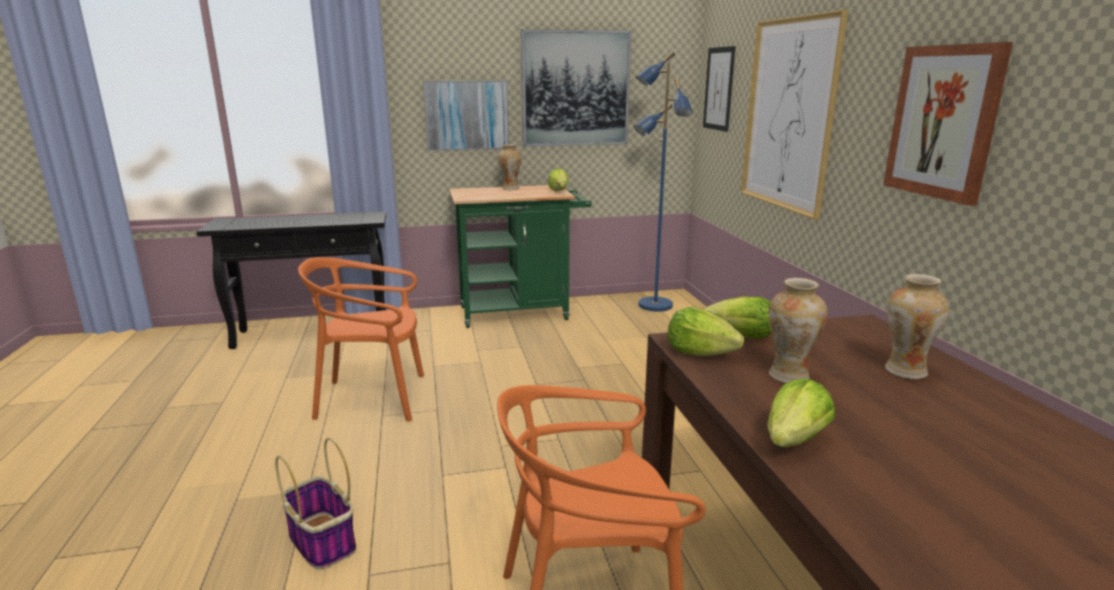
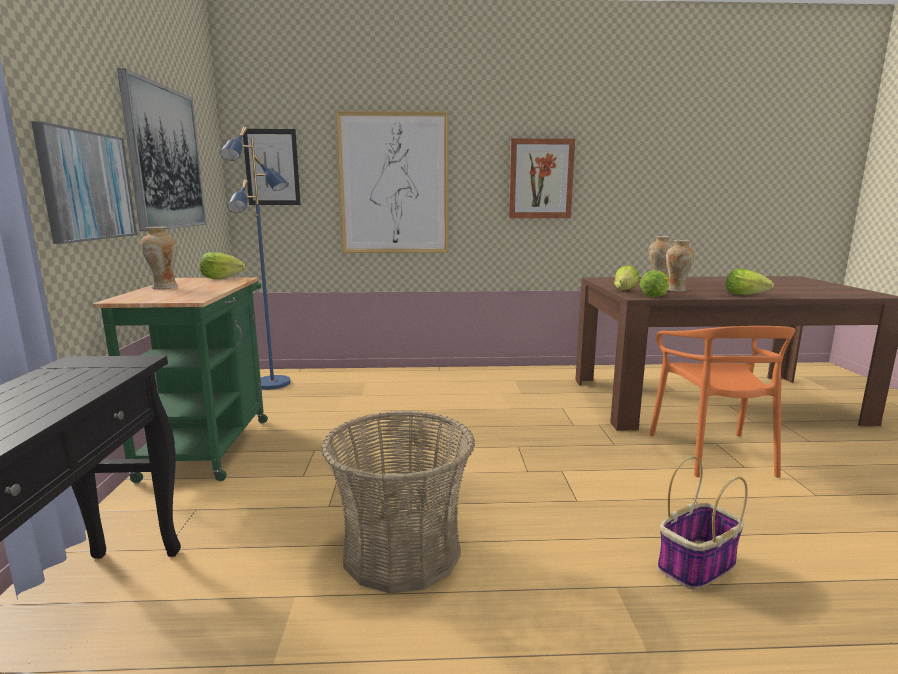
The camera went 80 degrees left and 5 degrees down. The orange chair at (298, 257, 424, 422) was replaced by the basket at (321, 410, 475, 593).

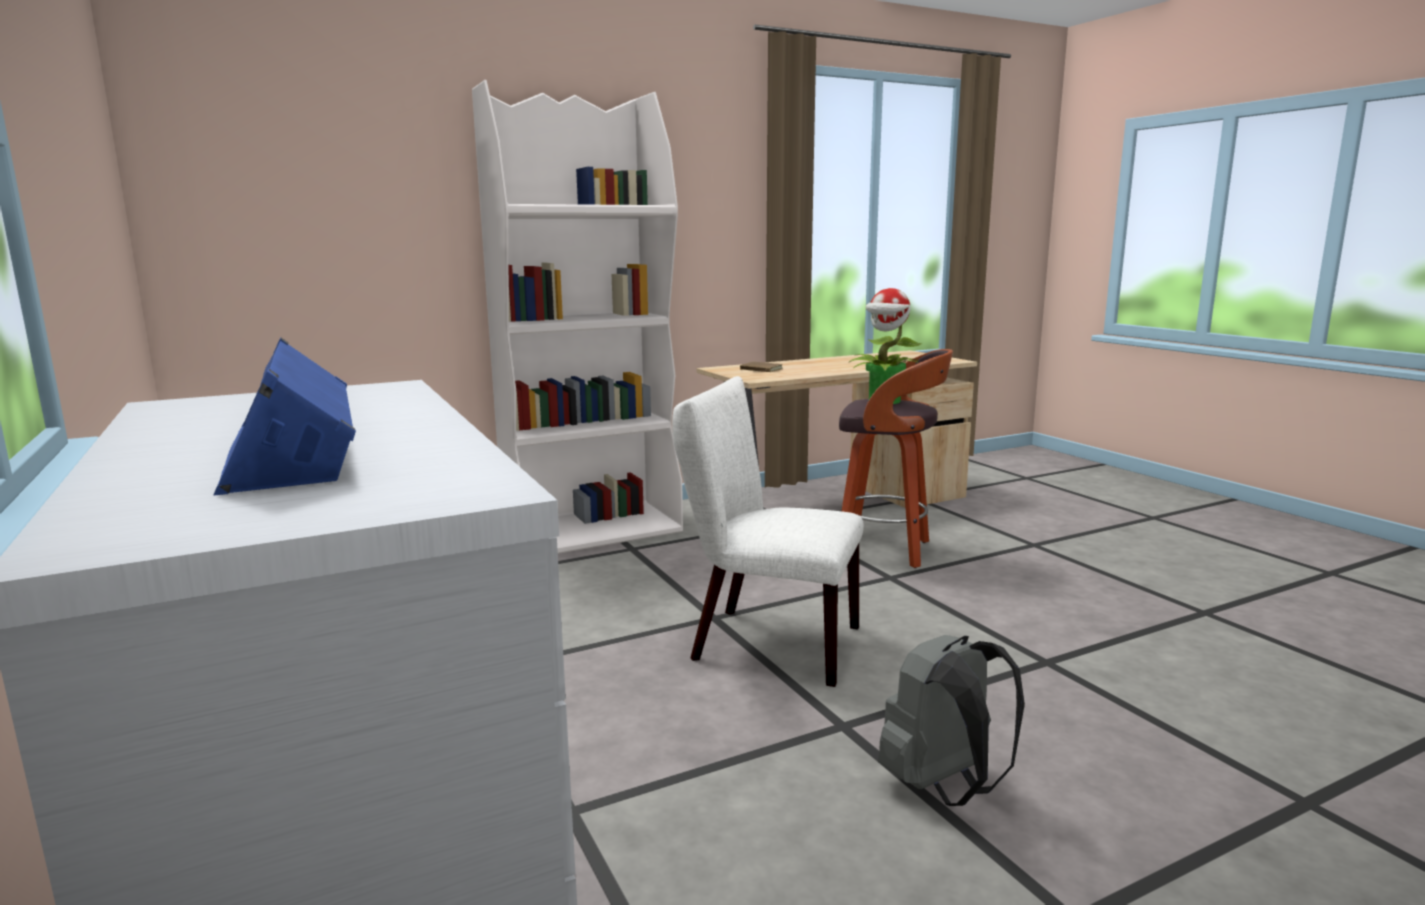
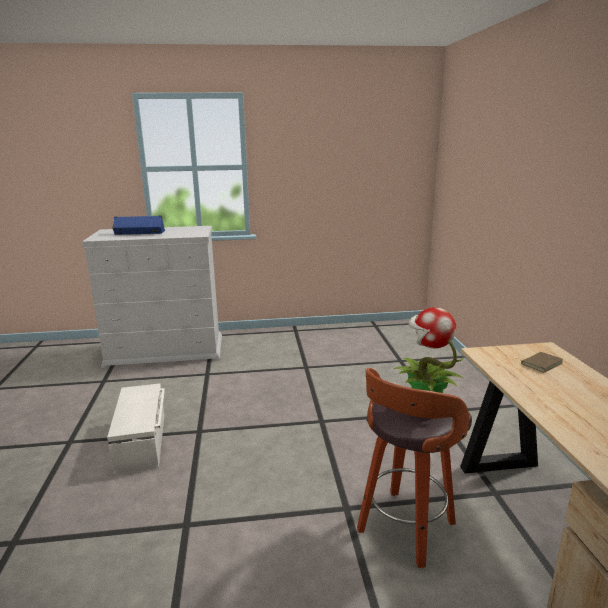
The camera went 110 degrees right and 5 degrees up. The white bookcase at (472, 80, 683, 554) disappeared. The white chair at (672, 376, 864, 687) disappeared. The grey backpack at (878, 635, 1025, 806) was replaced by the white storage box at (107, 384, 165, 474).

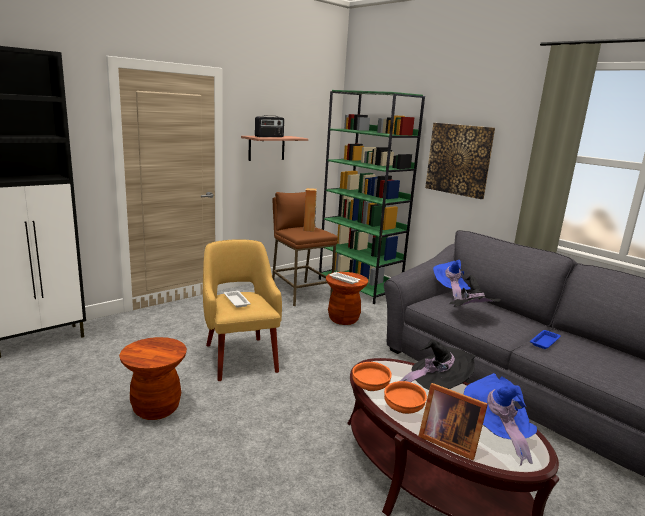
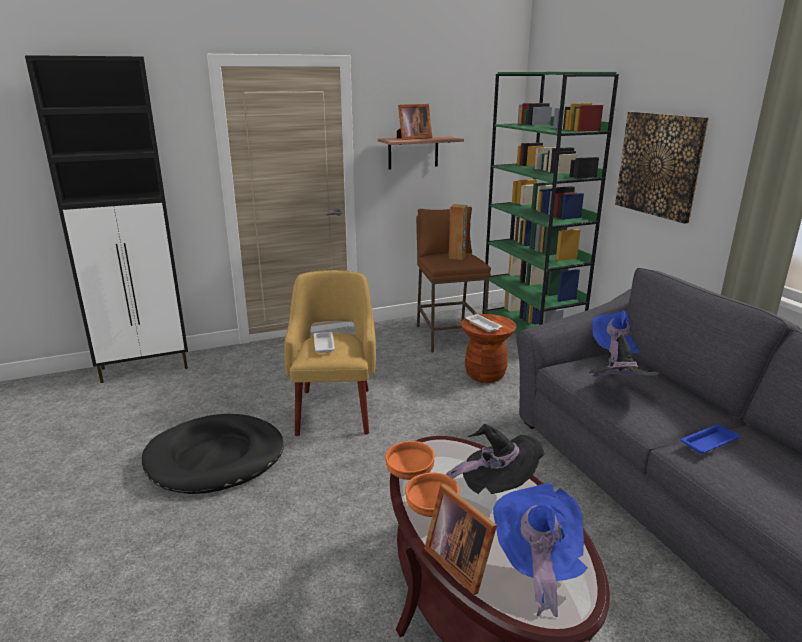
The camera went 20 degrees right and 5 degrees up. The brown stool at (119, 337, 187, 420) was replaced by the black dog bed at (142, 414, 284, 494). The radio at (255, 115, 284, 137) was replaced by the picture frame at (397, 104, 432, 140).

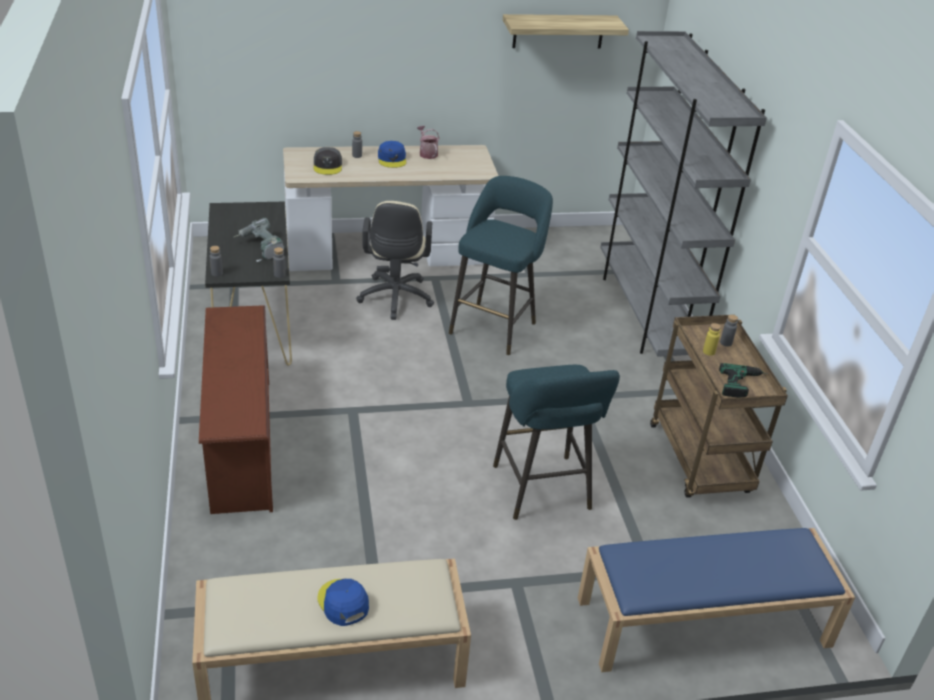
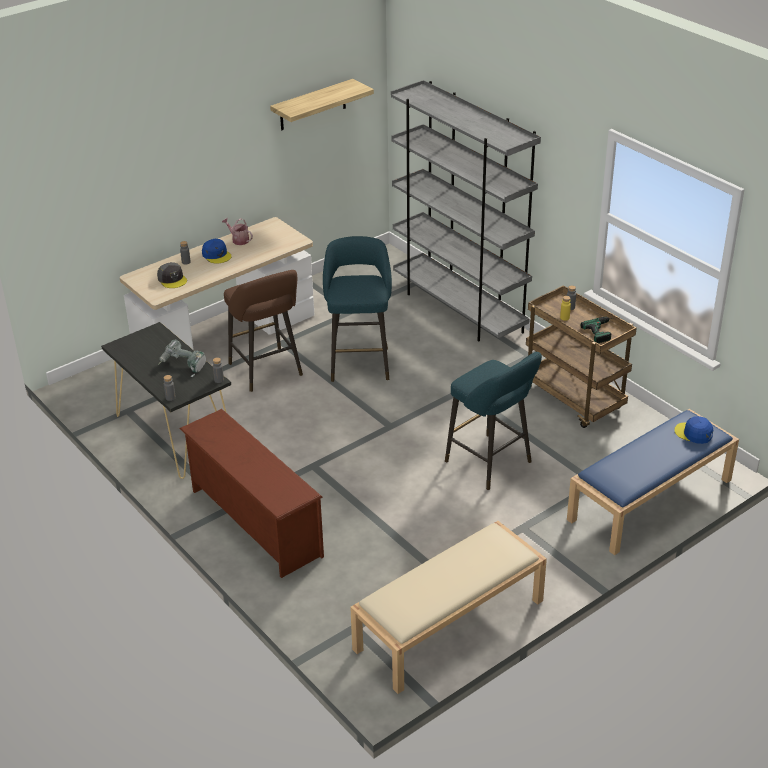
The camera went 25 degrees left and 0 degrees up. The blue cap moved from (317, 579, 369, 626) to (674, 416, 714, 444). The beige office chair at (356, 201, 434, 320) was replaced by the brown stool at (224, 270, 303, 392).

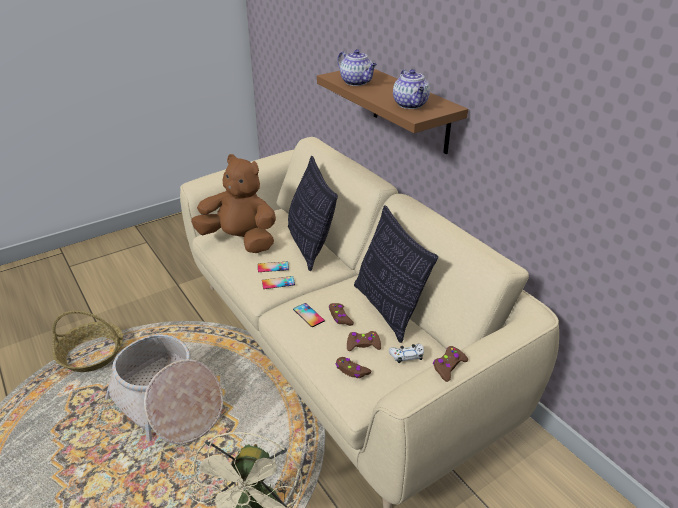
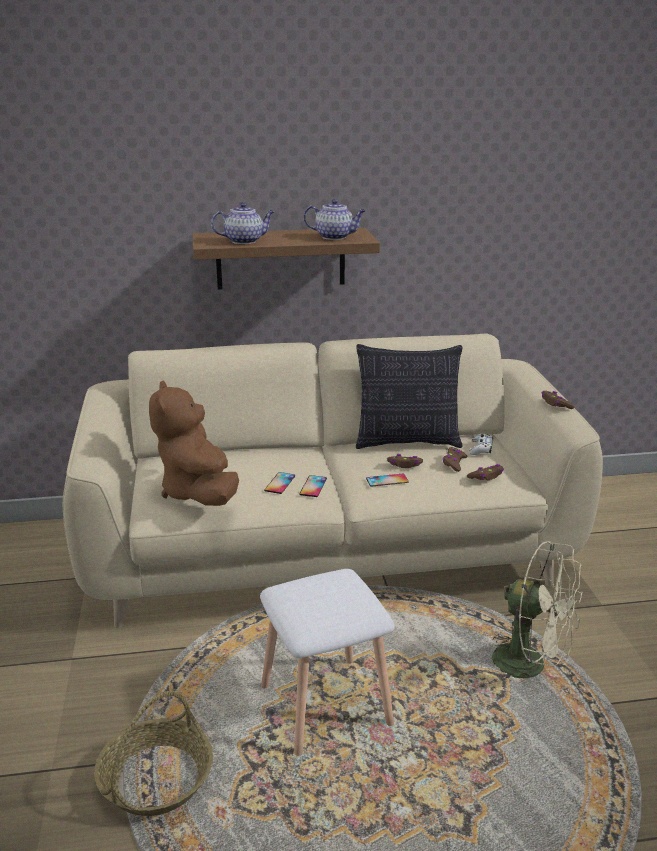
The camera went 65 degrees left and 10 degrees down. The basket at (105, 334, 223, 444) was replaced by the white stool at (260, 569, 395, 756). The brown plush toy at (191, 154, 276, 253) turned 60 degrees counterclockwise. The pillow at (288, 156, 338, 271) disappeared.

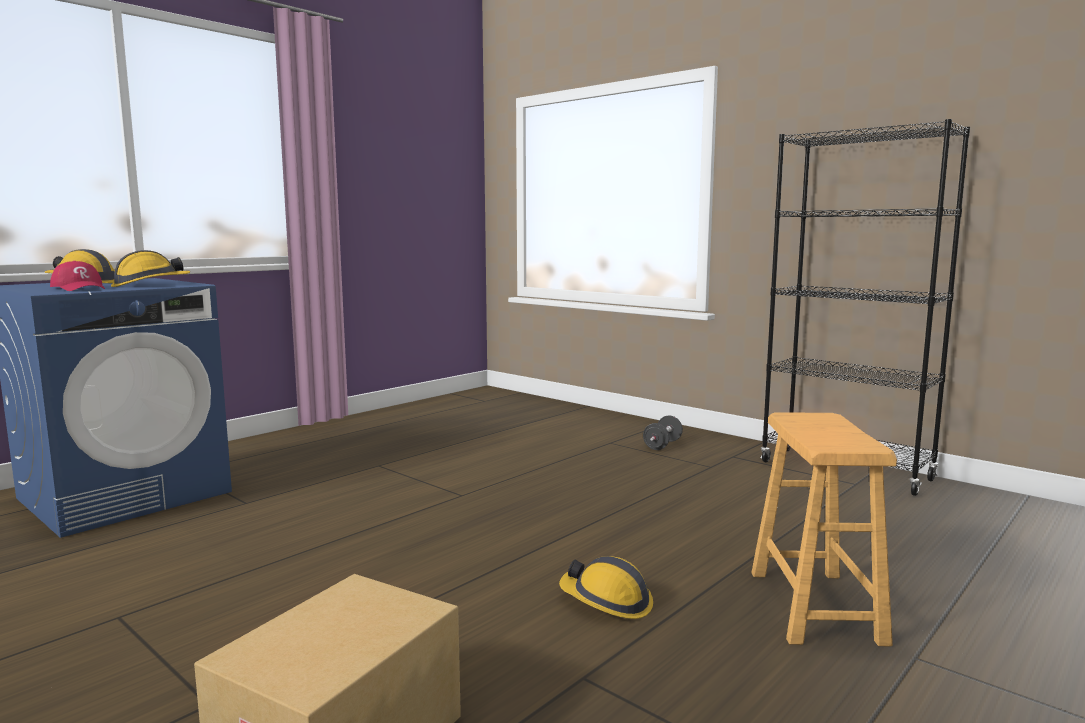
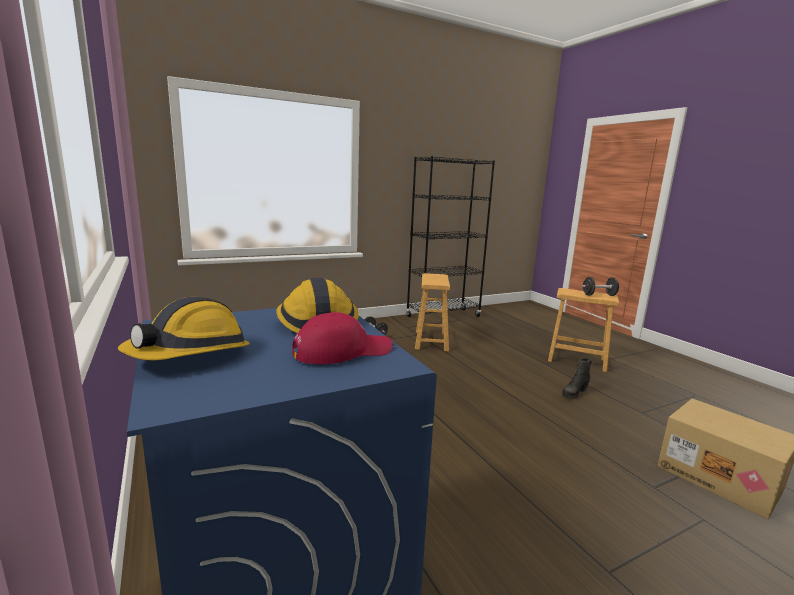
The camera went 70 degrees left and 5 degrees up. The hard hat at (559, 556, 653, 619) was replaced by the black boot at (562, 358, 592, 398). The brown stool at (415, 273, 450, 351) appeared. The black dumbbell at (581, 277, 620, 296) appeared.

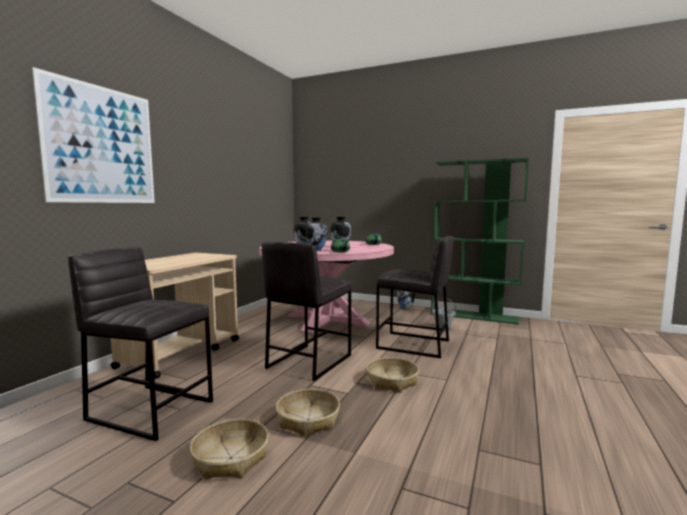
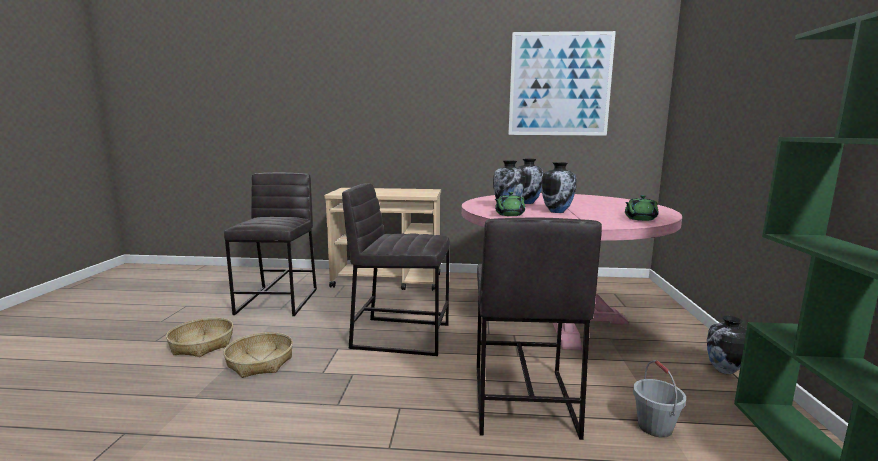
The camera went 70 degrees right and 5 degrees up. The picture moved from (32, 67, 155, 203) to (508, 31, 616, 136). The basket at (366, 357, 419, 392) disappeared.

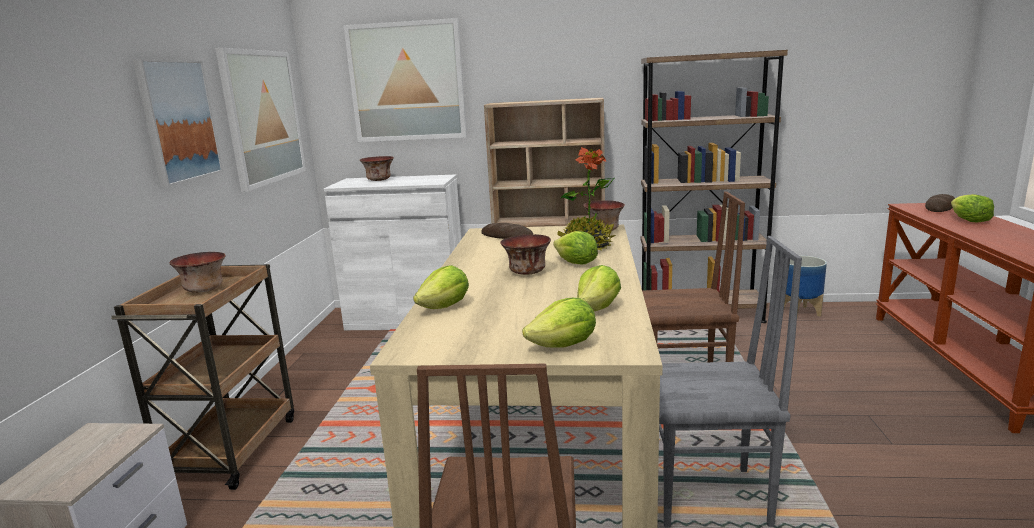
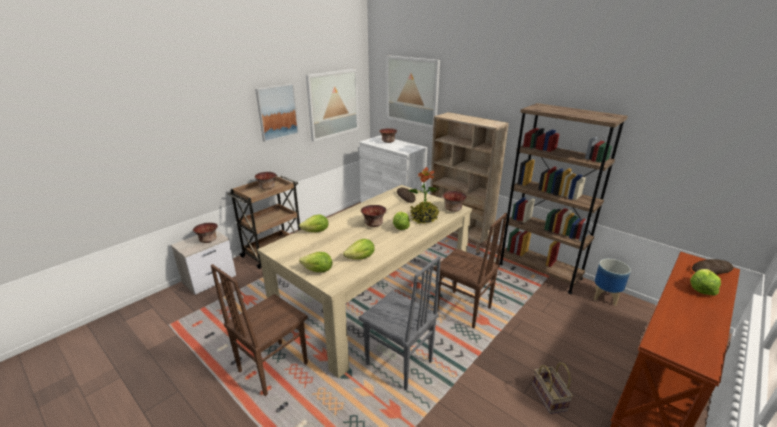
The camera went 35 degrees right and 10 degrees up. The bowl at (193, 223, 218, 243) appeared. The basket at (532, 362, 573, 414) appeared.

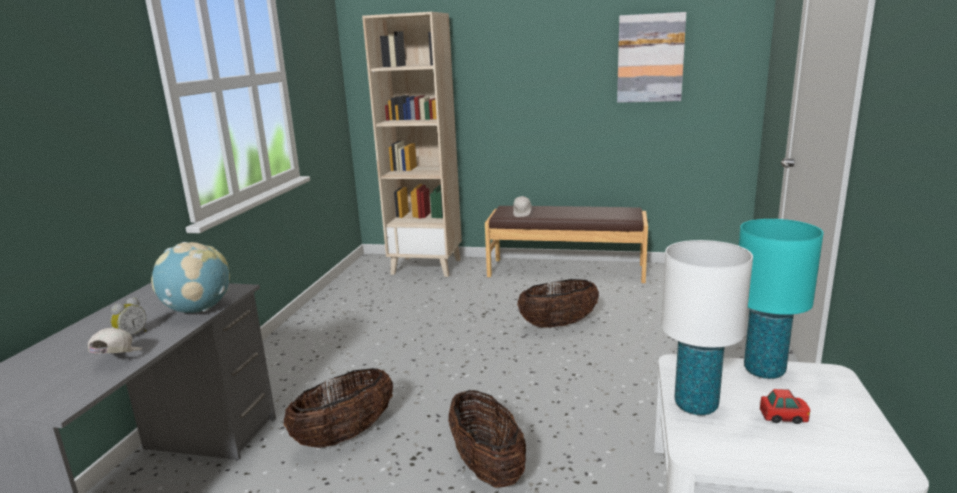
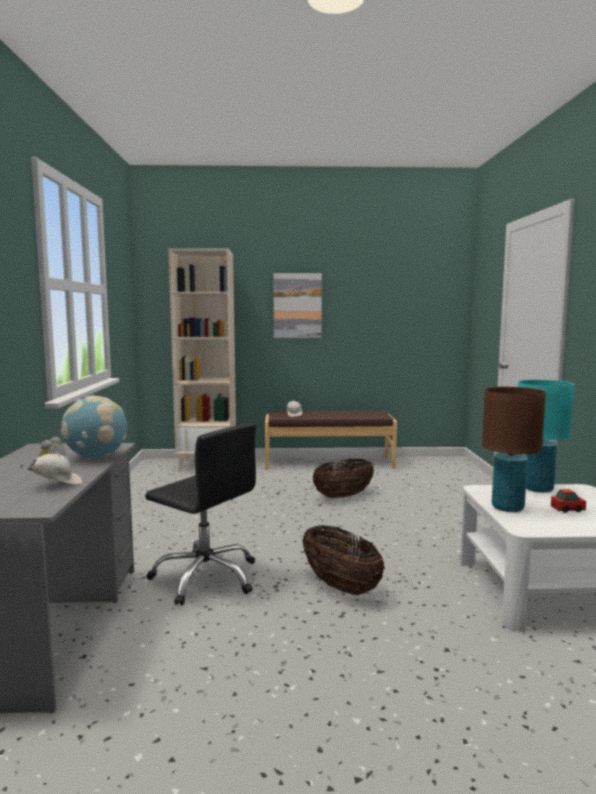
The camera went 15 degrees left and 10 degrees down. The white cap at (88, 327, 142, 354) turned 75 degrees clockwise. The basket at (283, 368, 393, 448) was replaced by the black office chair at (145, 422, 256, 605). The picture moved from (617, 12, 686, 103) to (273, 273, 322, 338). The white table lamp at (662, 240, 753, 415) became the brown table lamp at (482, 387, 546, 512).

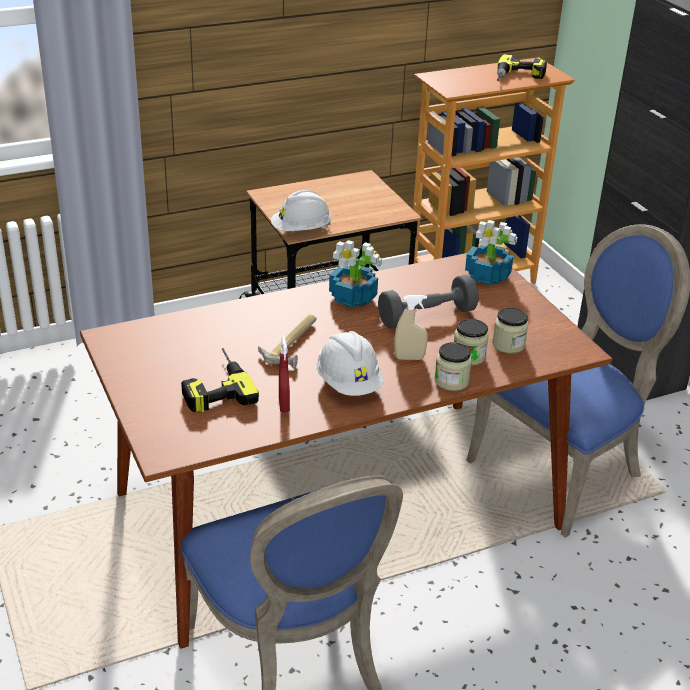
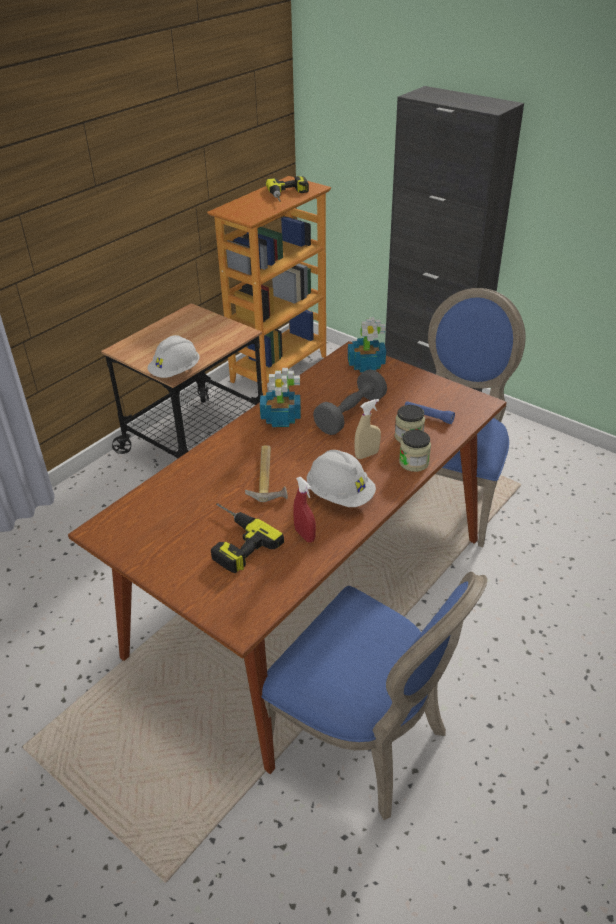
The camera went 25 degrees left and 5 degrees up. The jar at (492, 308, 529, 354) was replaced by the blue flashlight at (405, 401, 455, 424).

